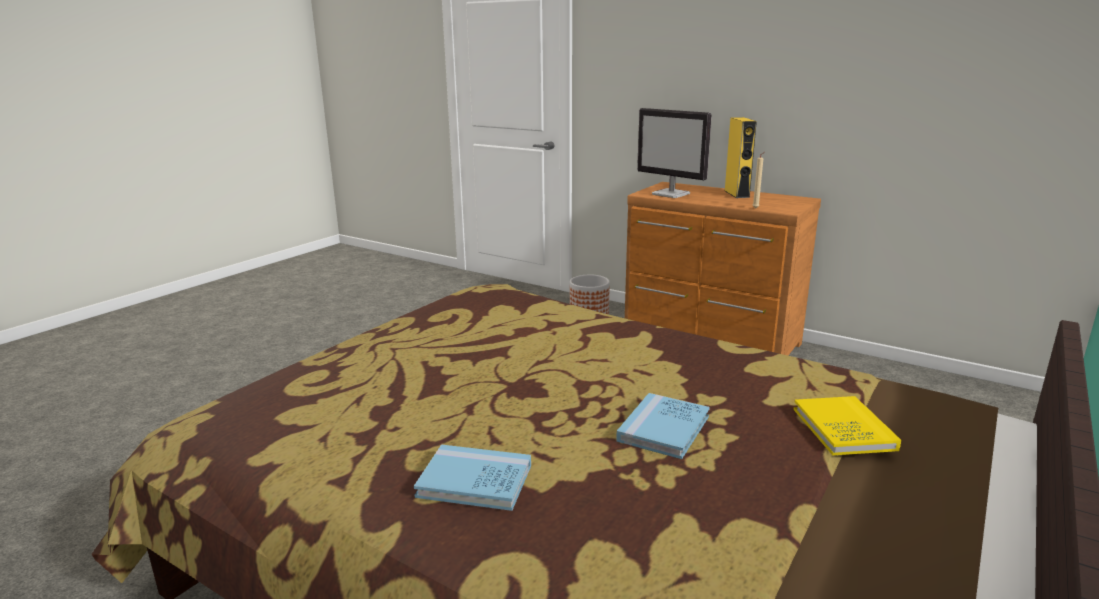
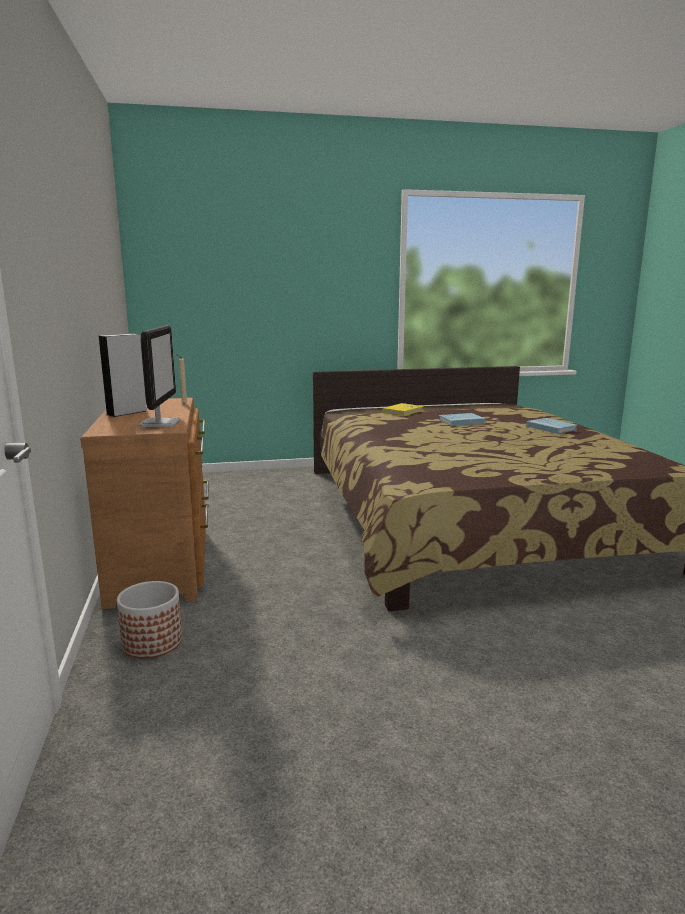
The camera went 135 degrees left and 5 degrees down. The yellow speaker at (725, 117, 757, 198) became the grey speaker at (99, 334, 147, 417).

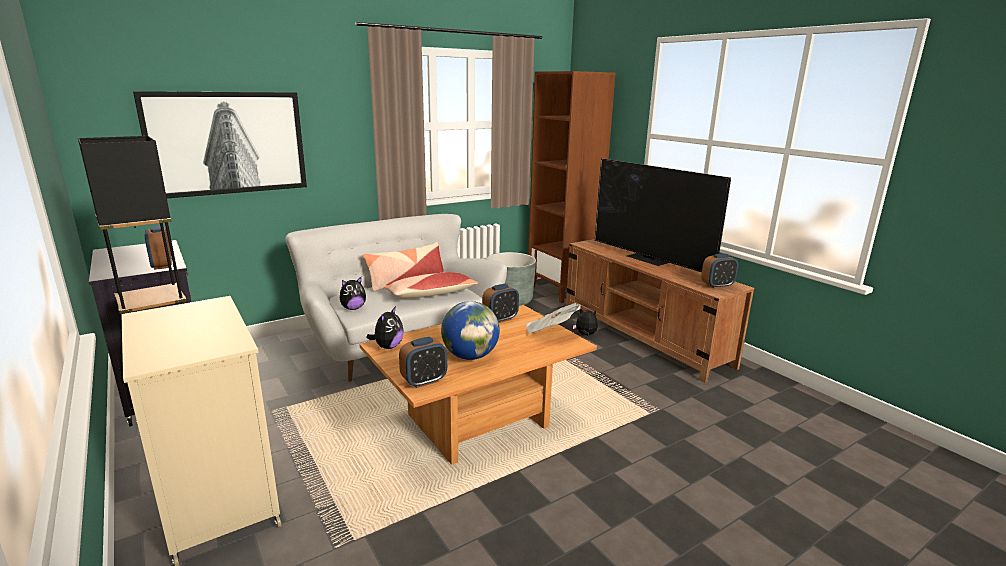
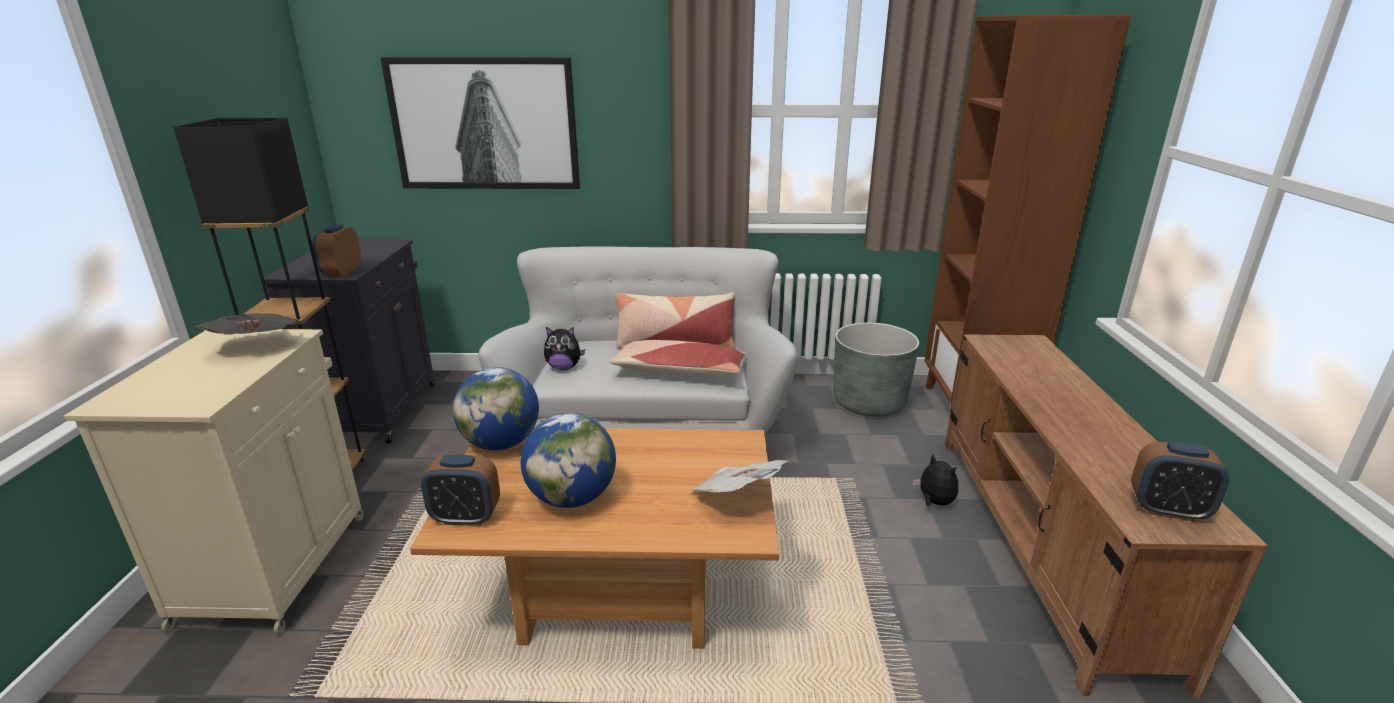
The camera went 35 degrees right and 5 degrees up. The plush toy at (366, 307, 404, 349) was replaced by the globe at (453, 367, 539, 450). The alarm clock at (482, 284, 519, 323) disappeared. The television at (595, 158, 731, 272) disappeared. The newspaper at (194, 314, 298, 335) appeared.

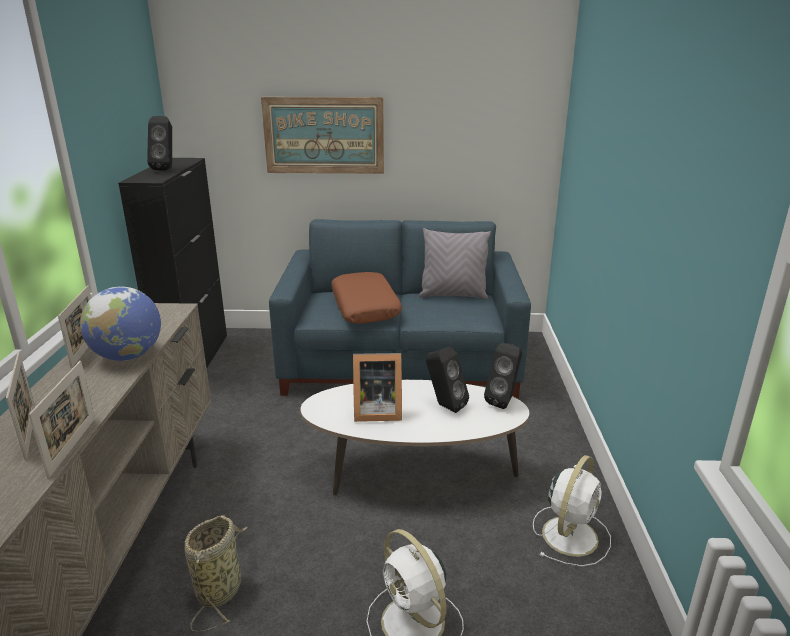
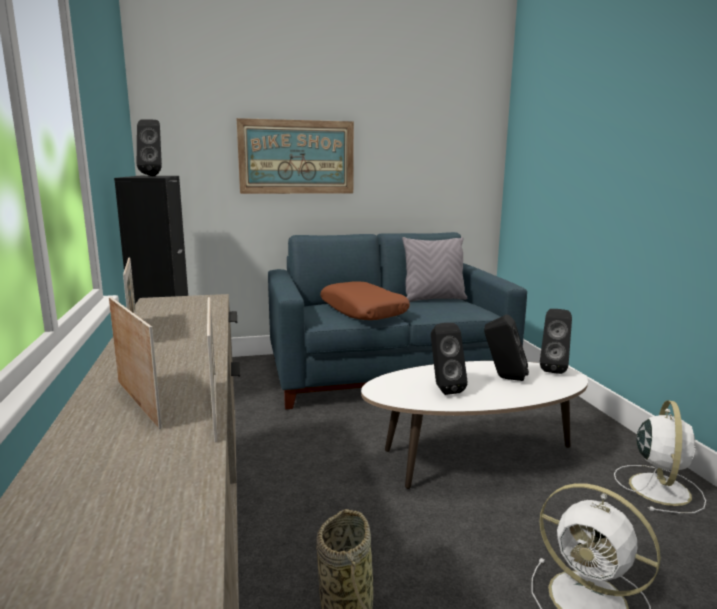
The camera went 15 degrees left and 10 degrees down. The globe at (80, 287, 161, 361) disappeared. The picture frame at (353, 353, 402, 422) was replaced by the black speaker at (431, 323, 468, 395).

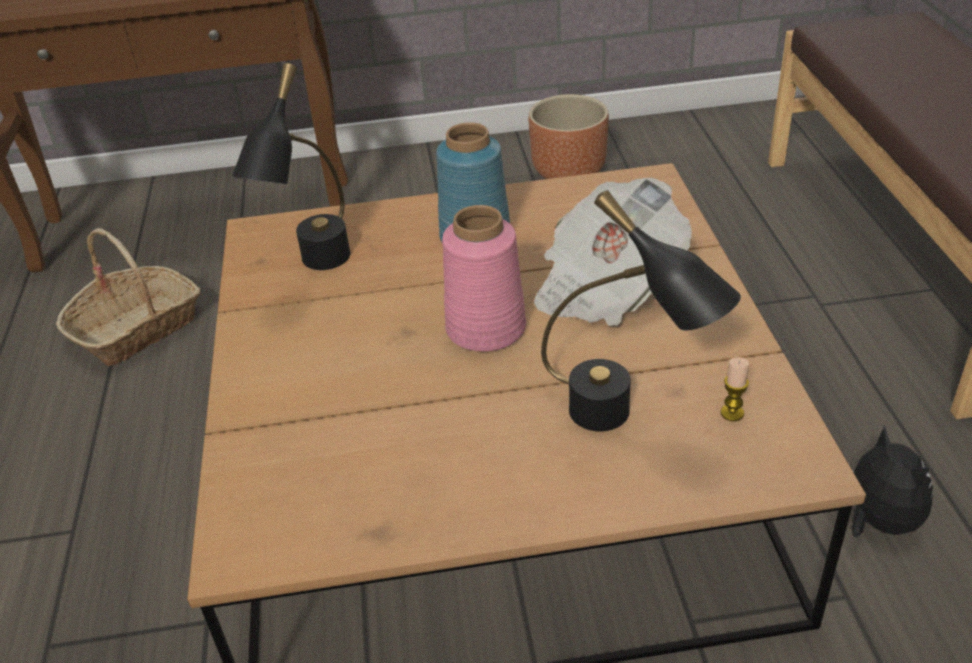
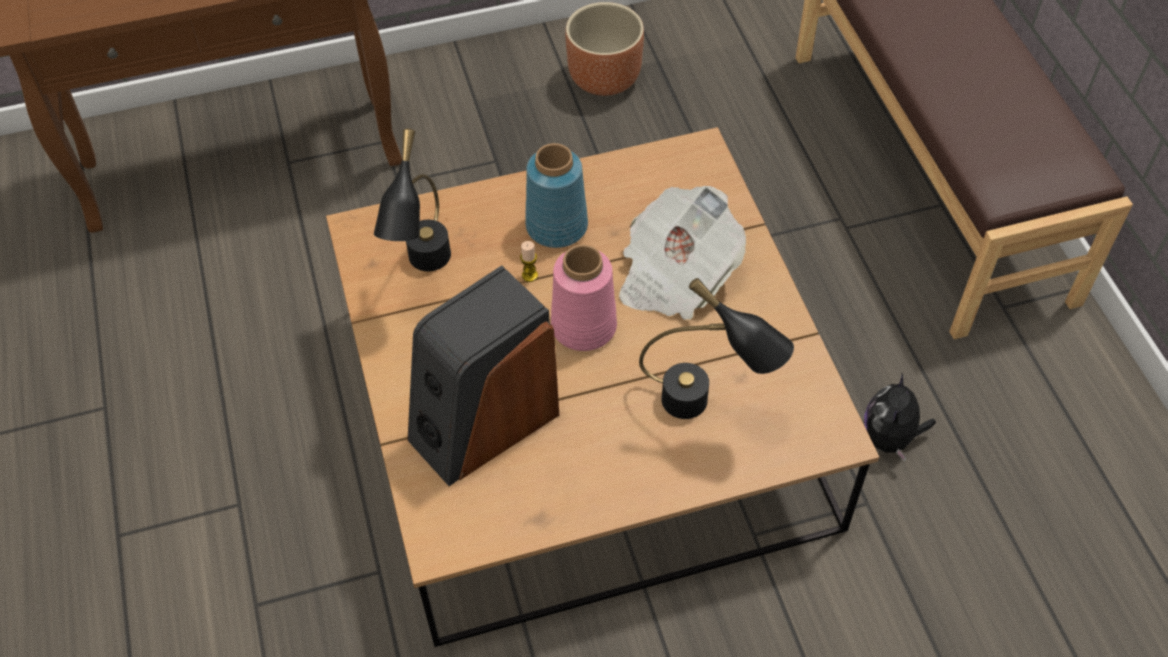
The camera went 10 degrees left and 15 degrees up. The basket at (56, 228, 200, 366) disappeared. The candle moved from (721, 357, 749, 421) to (520, 241, 538, 282). The plush toy at (852, 426, 934, 538) turned 135 degrees counterclockwise. The speaker at (407, 265, 559, 486) appeared.

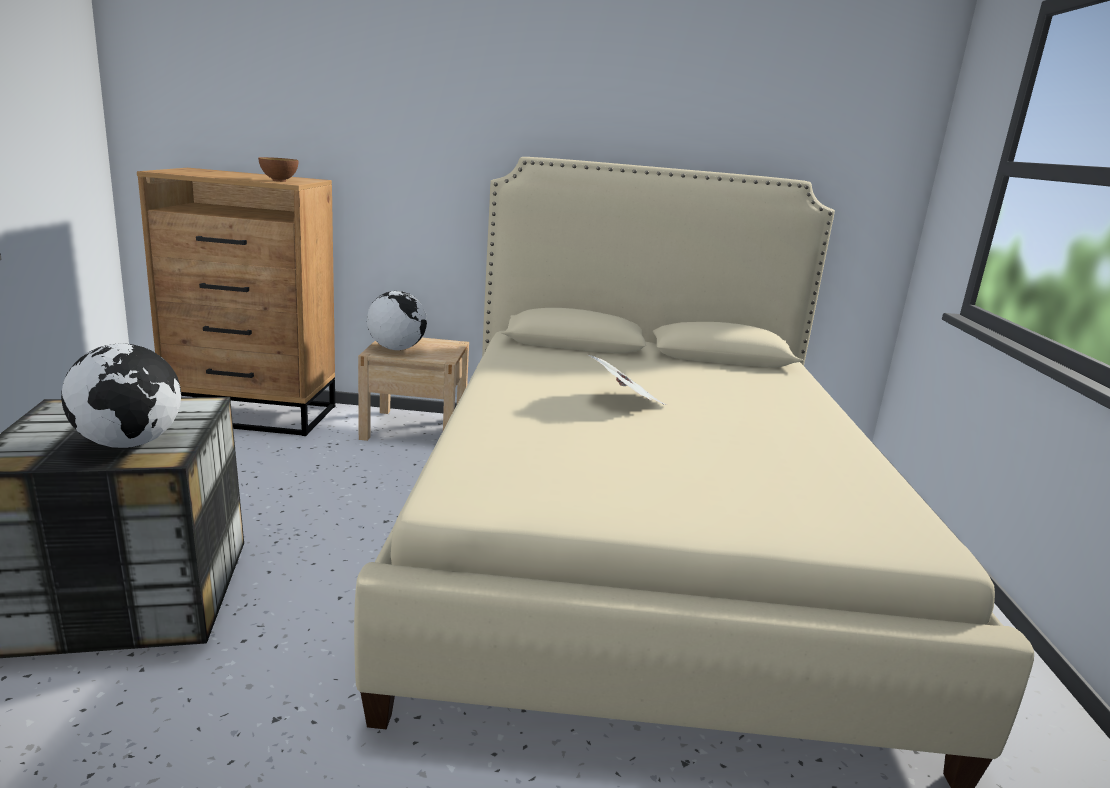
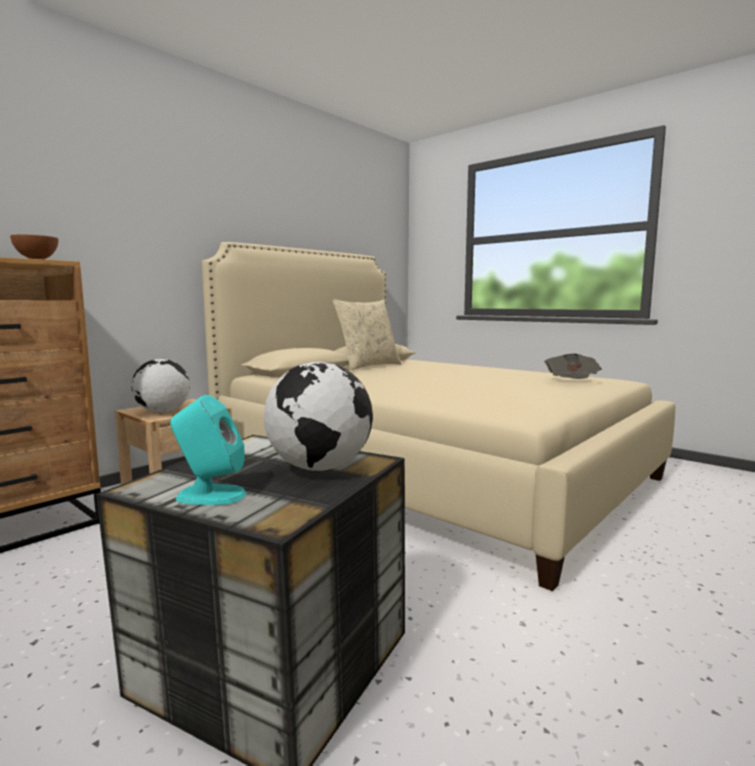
The camera went 50 degrees left and 10 degrees down. The newspaper moved from (588, 355, 667, 405) to (544, 354, 602, 379). The turquoise speaker at (170, 395, 246, 505) appeared. The beige pillow at (333, 300, 402, 370) appeared.

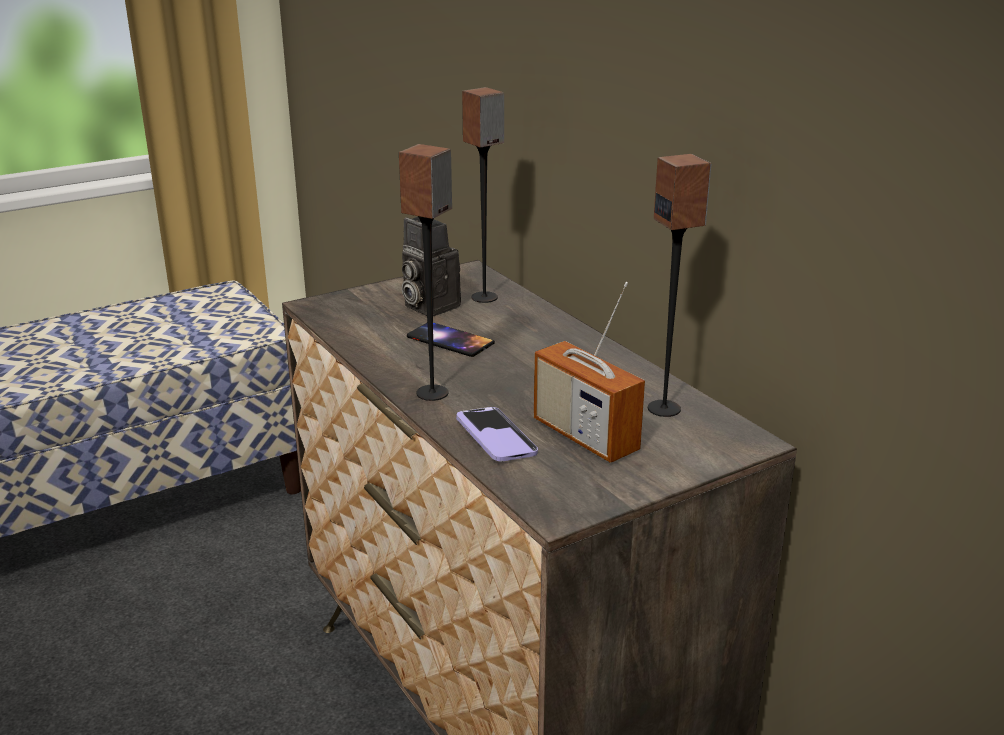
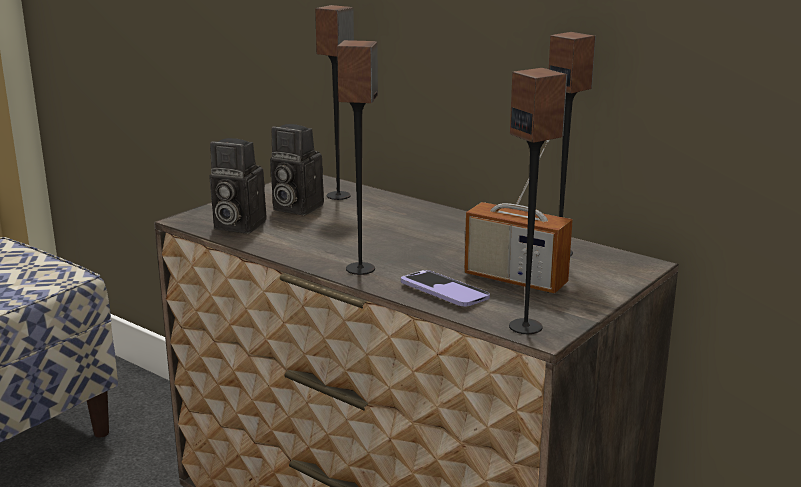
The camera went 20 degrees left and 5 degrees down. The phone at (407, 322, 495, 357) disappeared. The photo camera at (210, 138, 266, 234) appeared. The speaker at (509, 68, 567, 334) appeared.

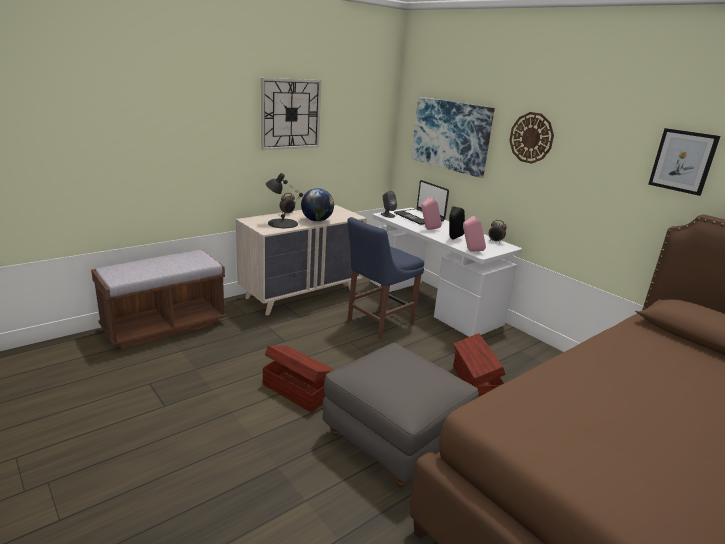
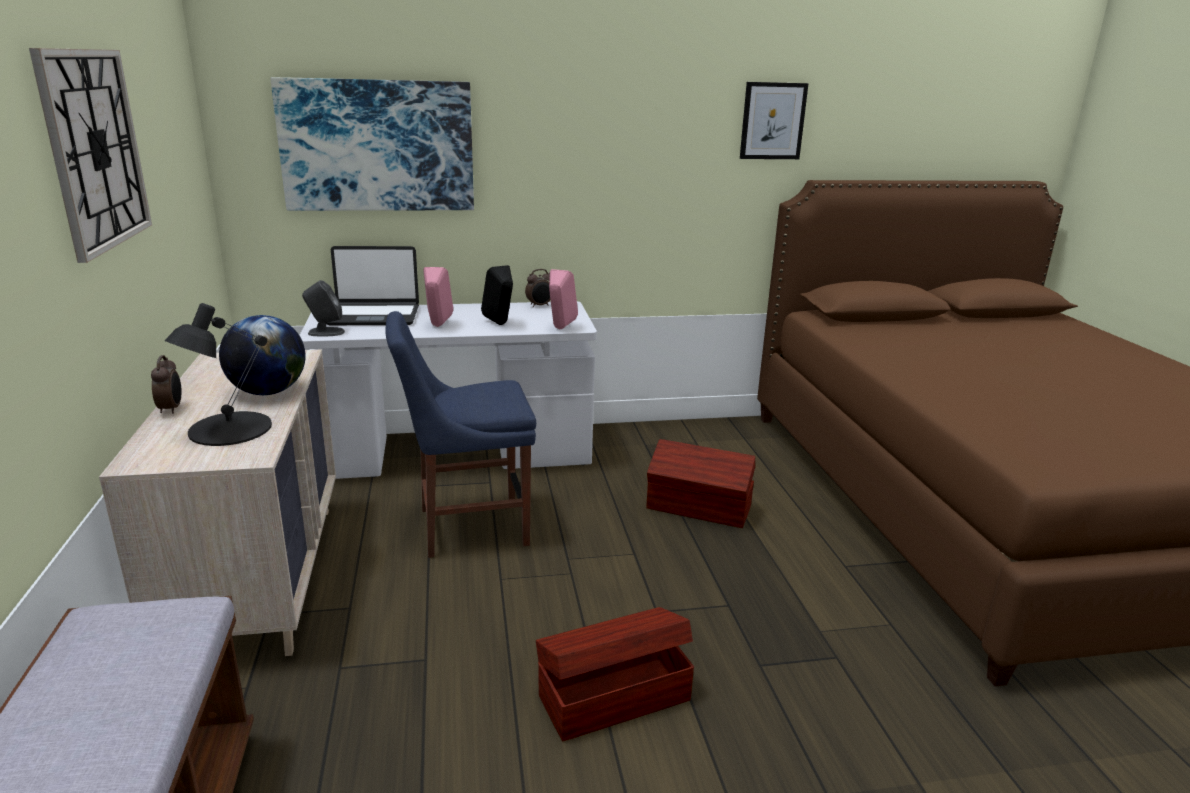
The camera went 60 degrees left and 0 degrees up. The grey ottoman at (322, 343, 479, 487) disappeared. The blue chair at (347, 217, 424, 339) turned 90 degrees clockwise. The wall clock at (509, 112, 554, 164) disappeared.

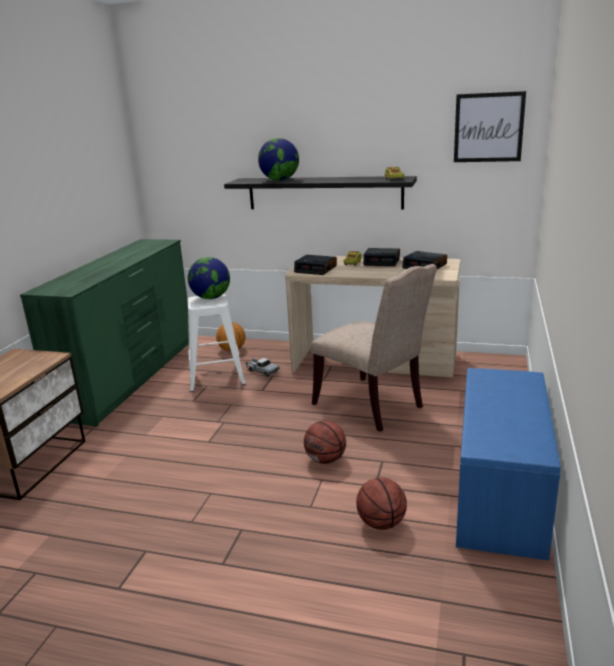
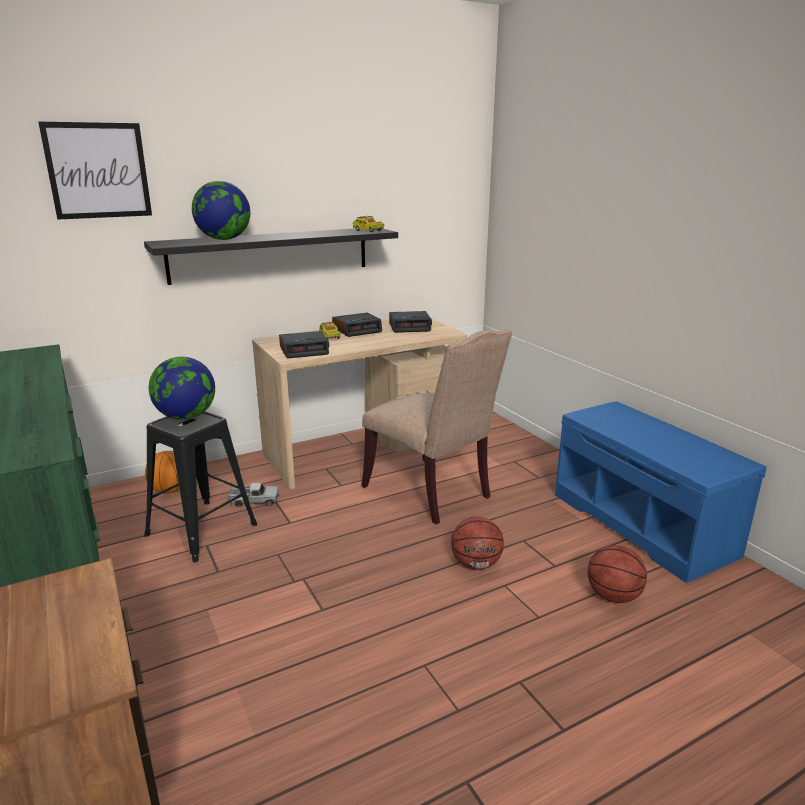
The camera went 45 degrees left and 0 degrees up. The white stool at (188, 294, 246, 392) became the black stool at (144, 411, 258, 563). The beige chair at (311, 264, 437, 432) turned 45 degrees clockwise. The picture moved from (454, 91, 526, 162) to (38, 122, 152, 220).

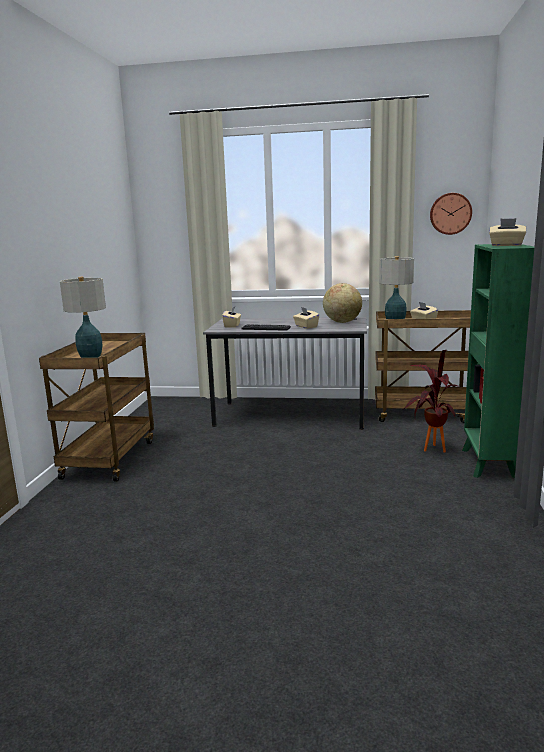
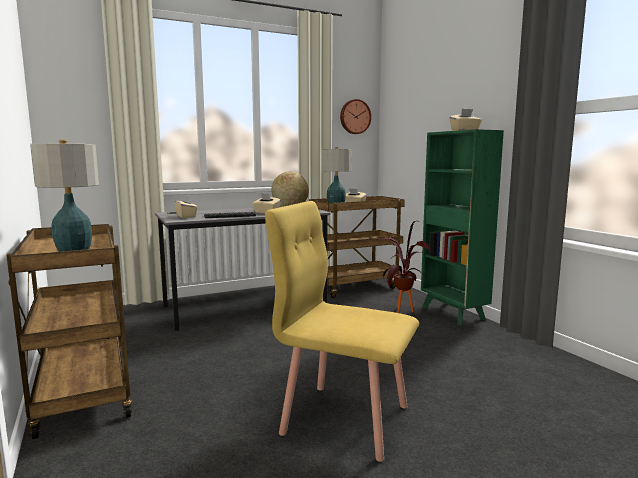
The camera went 35 degrees left and 5 degrees down. The yellow chair at (265, 201, 419, 462) appeared.

